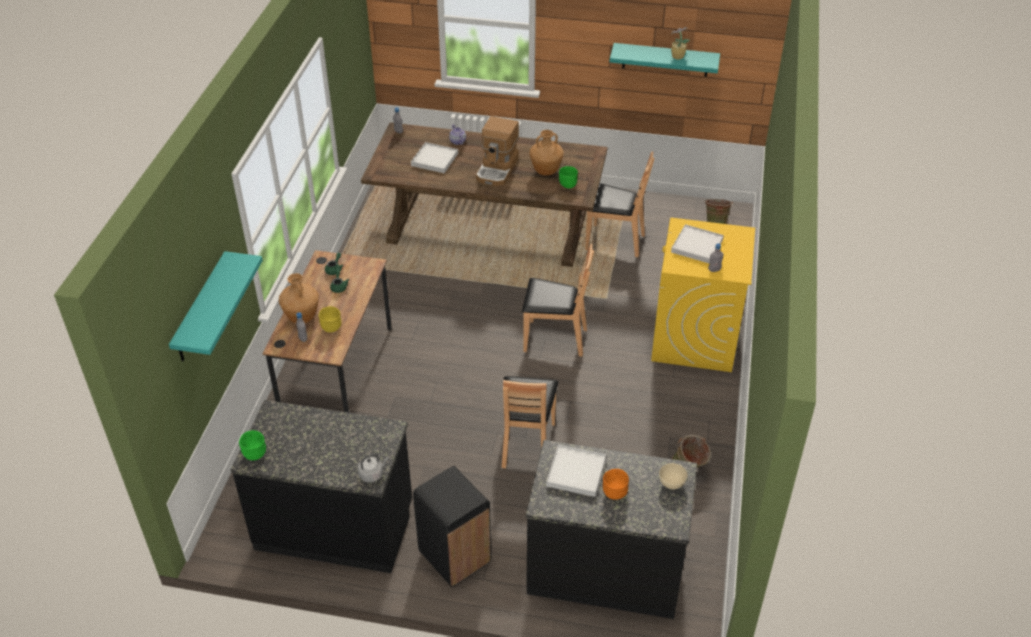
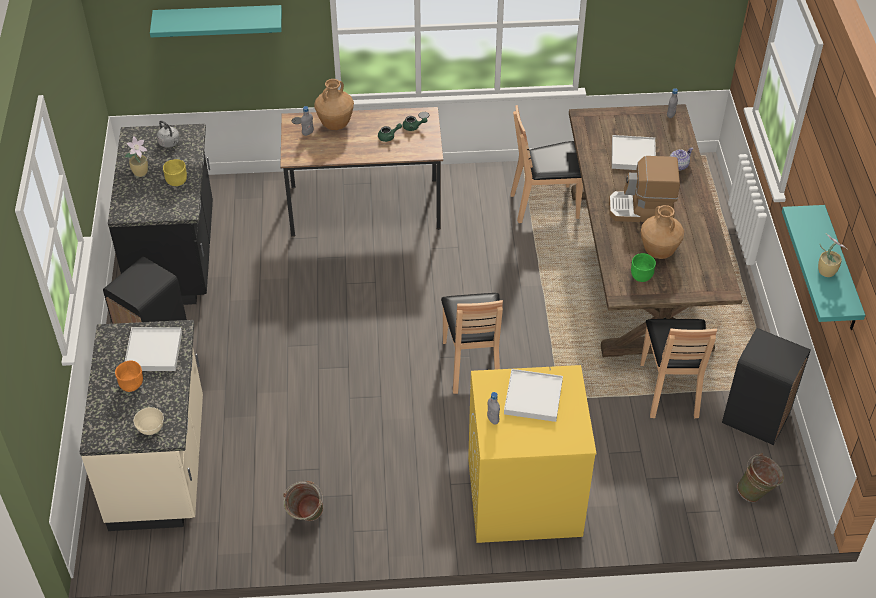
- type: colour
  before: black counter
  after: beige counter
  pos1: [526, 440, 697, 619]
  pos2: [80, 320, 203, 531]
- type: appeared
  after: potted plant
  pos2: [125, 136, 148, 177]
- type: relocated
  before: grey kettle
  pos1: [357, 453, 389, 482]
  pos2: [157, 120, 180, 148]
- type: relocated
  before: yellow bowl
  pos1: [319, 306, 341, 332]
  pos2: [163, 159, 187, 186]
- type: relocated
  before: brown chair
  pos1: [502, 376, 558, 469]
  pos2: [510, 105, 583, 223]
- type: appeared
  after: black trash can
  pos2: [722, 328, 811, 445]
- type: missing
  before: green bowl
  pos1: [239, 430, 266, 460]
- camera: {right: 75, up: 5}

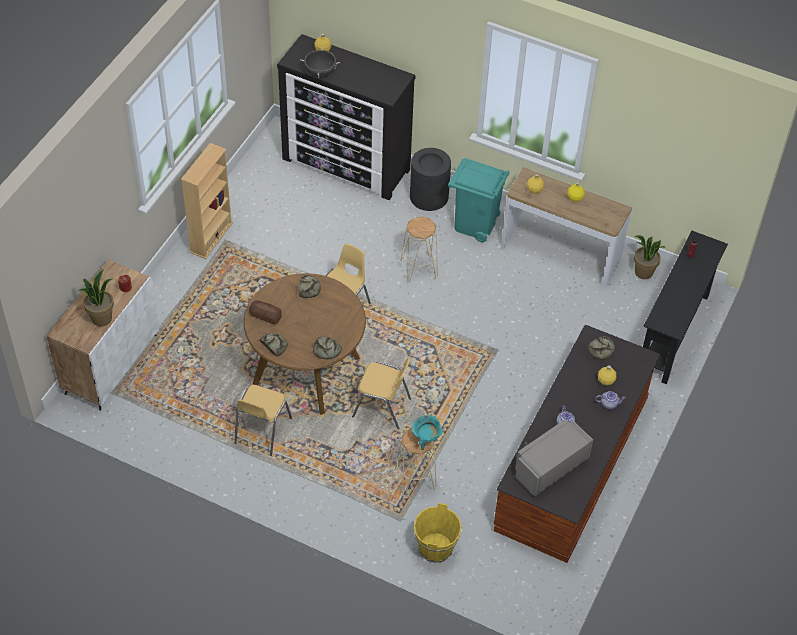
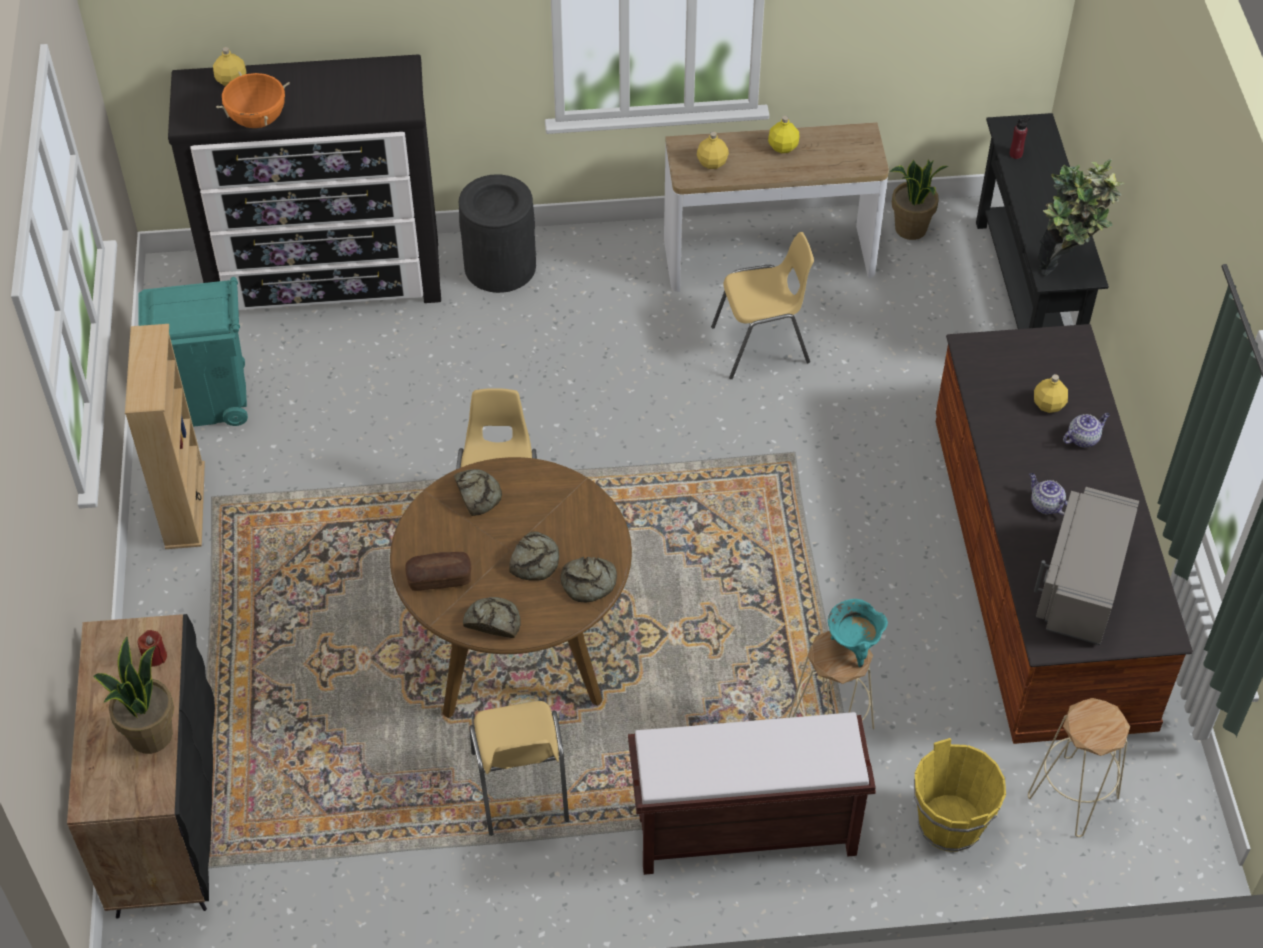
- type: colour
  before: white cabinet
  after: black cabinet
  pos1: [47, 260, 159, 411]
  pos2: [67, 614, 215, 919]
- type: relocated
  before: turquoise trash can
  pos1: [448, 158, 510, 242]
  pos2: [138, 277, 248, 427]
- type: colour
  before: black cooking pot
  after: orange cooking pot
  pos1: [300, 47, 340, 78]
  pos2: [216, 71, 290, 128]
- type: relocated
  before: bread
  pos1: [587, 336, 615, 360]
  pos2: [509, 532, 559, 581]
- type: appeared
  after: brown bench
  pos2: [628, 712, 876, 875]
- type: relocated
  before: yellow chair
  pos1: [352, 359, 411, 429]
  pos2: [711, 232, 814, 379]
- type: relocated
  before: beige stool
  pos1: [401, 217, 438, 283]
  pos2: [1028, 698, 1130, 837]
- type: appeared
  after: potted plant
  pos2: [1038, 159, 1124, 276]
- camera: {right: -30, up: 0}

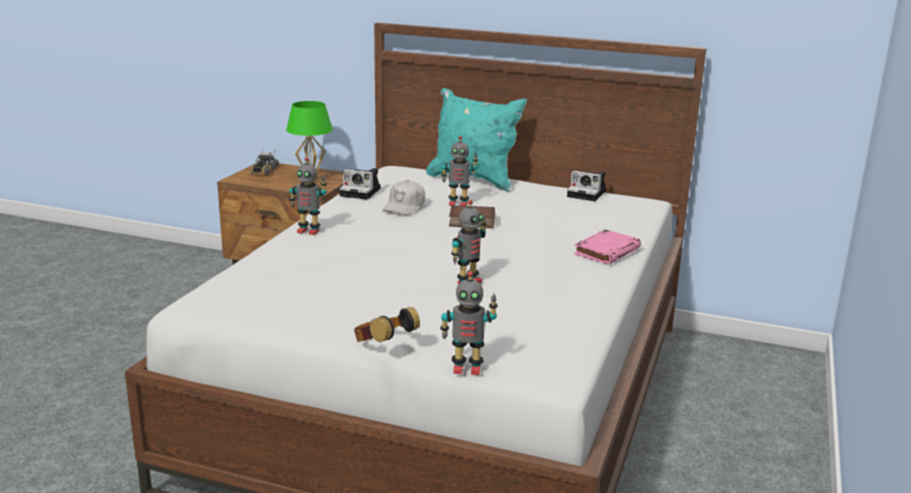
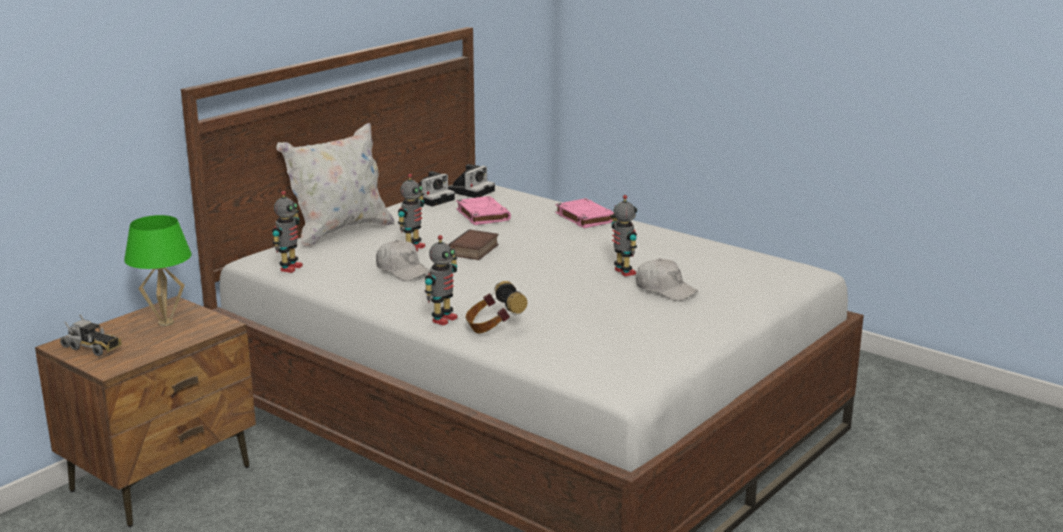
- type: relocated
  before: toy robot
  pos1: [440, 271, 498, 375]
  pos2: [272, 191, 303, 273]
- type: colour
  before: turquoise pillow
  after: white pillow
  pos1: [426, 88, 527, 192]
  pos2: [277, 123, 395, 247]
- type: relocated
  before: photo camera
  pos1: [339, 168, 381, 200]
  pos2: [448, 164, 495, 198]
- type: appeared
  after: pink book
  pos2: [456, 196, 511, 225]
- type: relocated
  before: headphones
  pos1: [354, 307, 420, 342]
  pos2: [466, 281, 527, 333]
- type: appeared
  after: white cap
  pos2: [636, 258, 698, 301]
- camera: {right: -70, up: 0}

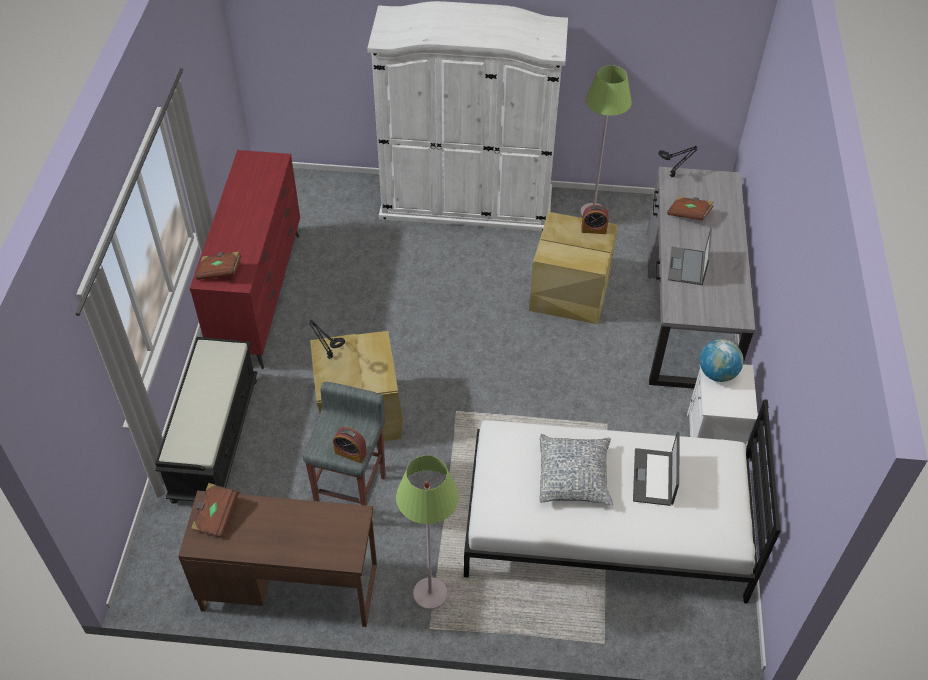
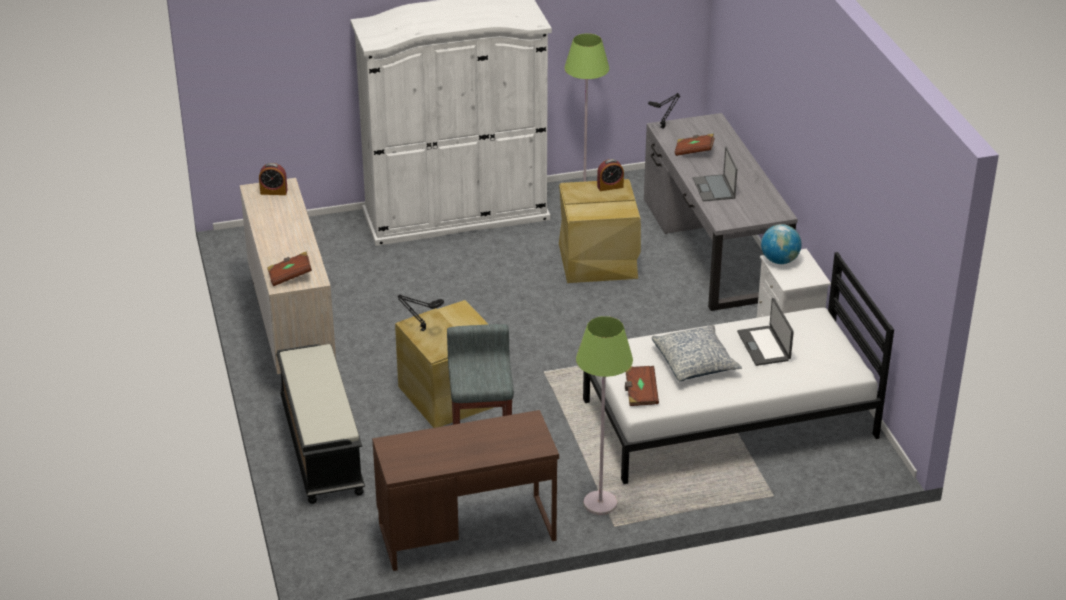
- type: colour
  before: red dresser
  after: beige dresser
  pos1: [190, 150, 300, 369]
  pos2: [240, 178, 336, 392]
- type: relocated
  before: alarm clock
  pos1: [333, 427, 367, 463]
  pos2: [259, 163, 288, 195]
- type: relocated
  before: brown book
  pos1: [191, 483, 239, 538]
  pos2: [625, 366, 659, 406]
- camera: {right: -20, up: -15}

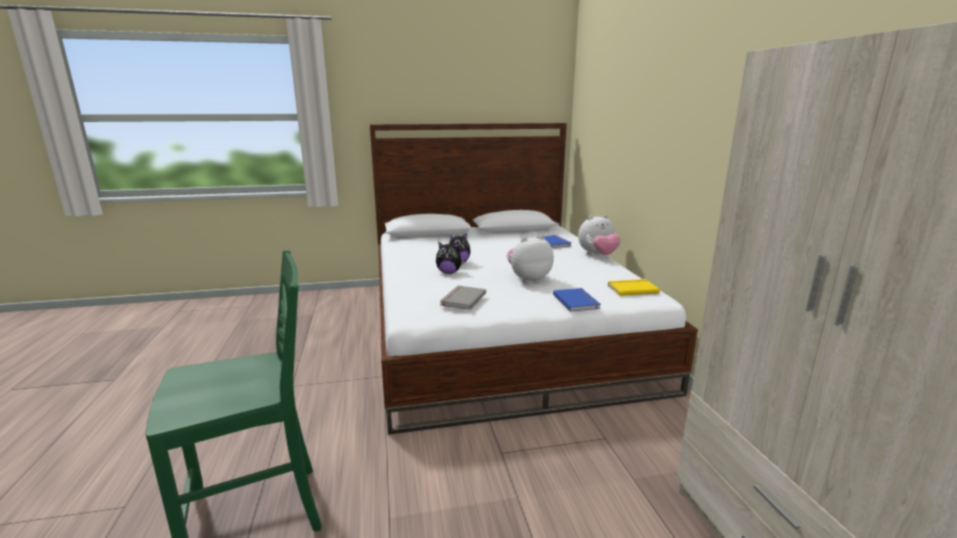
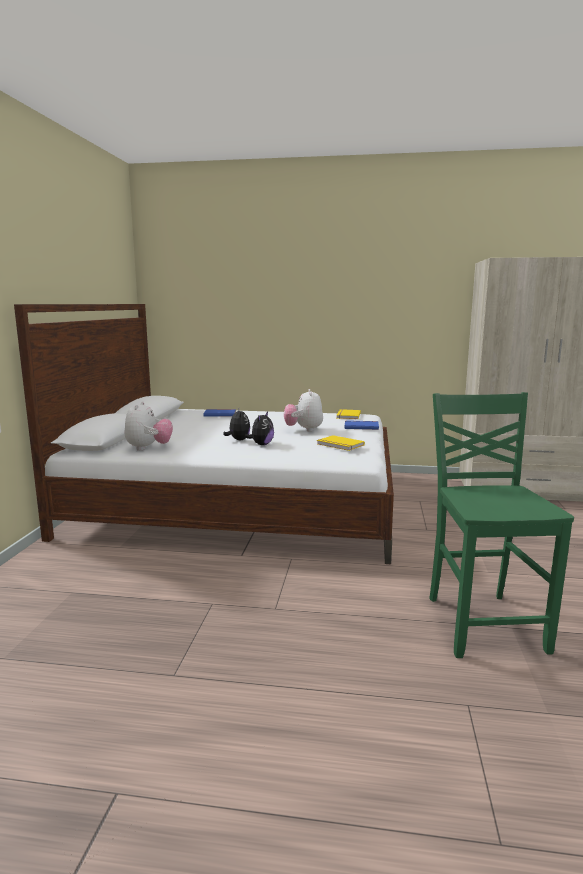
- type: relocated
  before: plush toy
  pos1: [578, 215, 620, 255]
  pos2: [125, 401, 173, 451]
- type: colour
  before: grey book
  after: yellow book
  pos1: [440, 286, 486, 310]
  pos2: [317, 435, 365, 451]
- camera: {right: -70, up: -5}

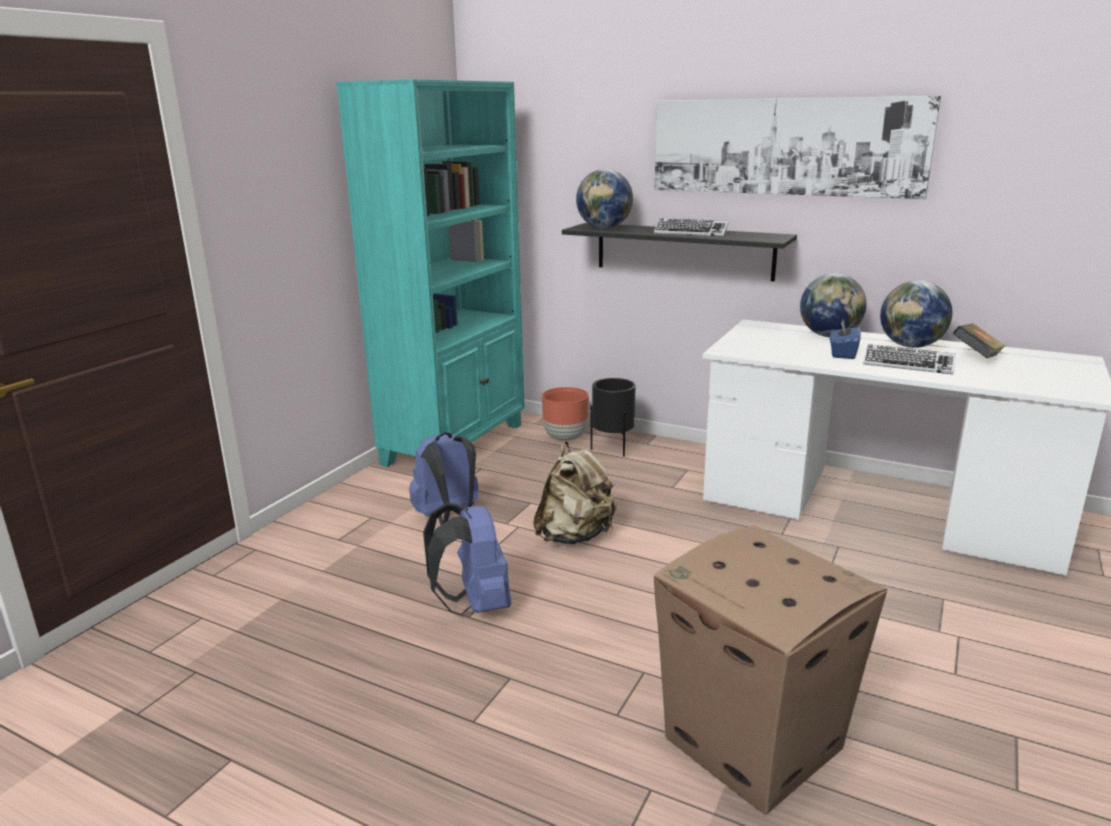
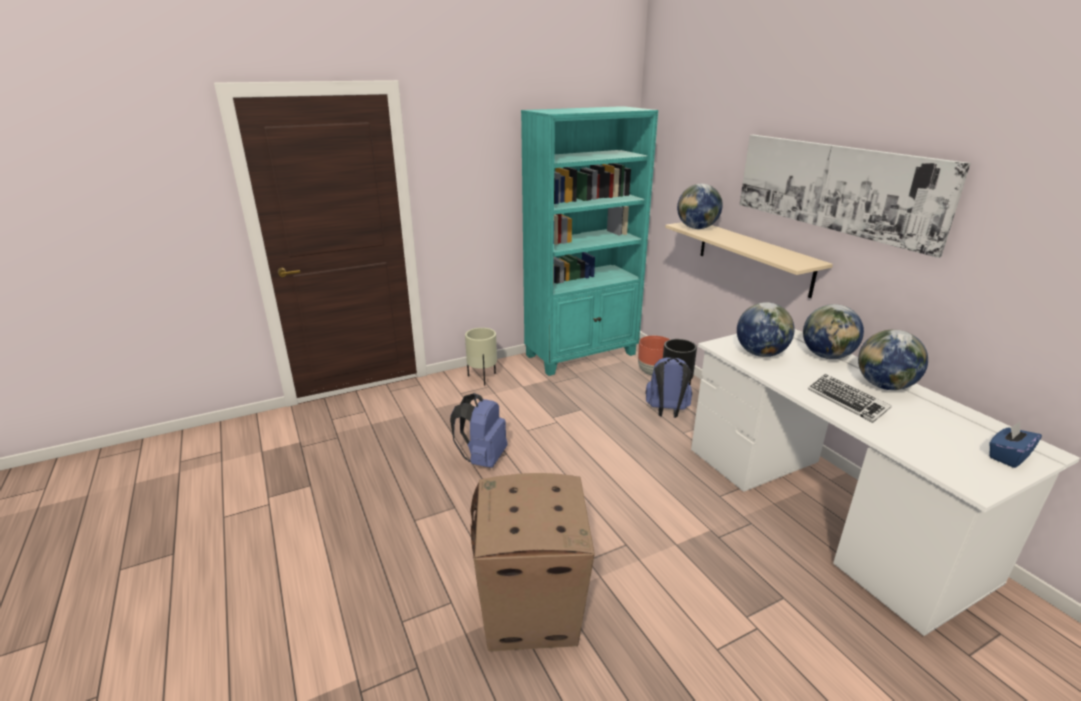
- type: appeared
  after: beige planter
  pos2: [465, 328, 497, 385]
- type: relocated
  before: blue backpack
  pos1: [409, 432, 479, 525]
  pos2: [646, 357, 692, 418]
- type: colour
  before: black shelf
  after: beige shelf
  pos1: [562, 223, 797, 282]
  pos2: [665, 222, 833, 298]
- type: appeared
  after: globe
  pos2: [737, 302, 795, 357]
- type: relocated
  before: blue tissue box
  pos1: [830, 320, 861, 359]
  pos2: [989, 422, 1042, 468]
- type: missing
  before: beige backpack
  pos1: [533, 441, 617, 544]
- type: missing
  before: keyboard
  pos1: [654, 218, 729, 236]
- type: missing
  before: book
  pos1: [952, 323, 1006, 358]
- camera: {right: 35, up: 5}

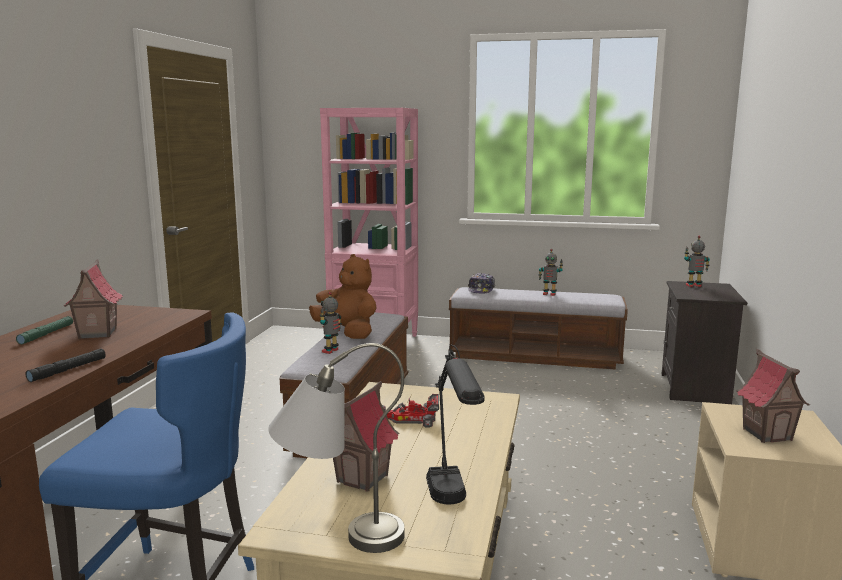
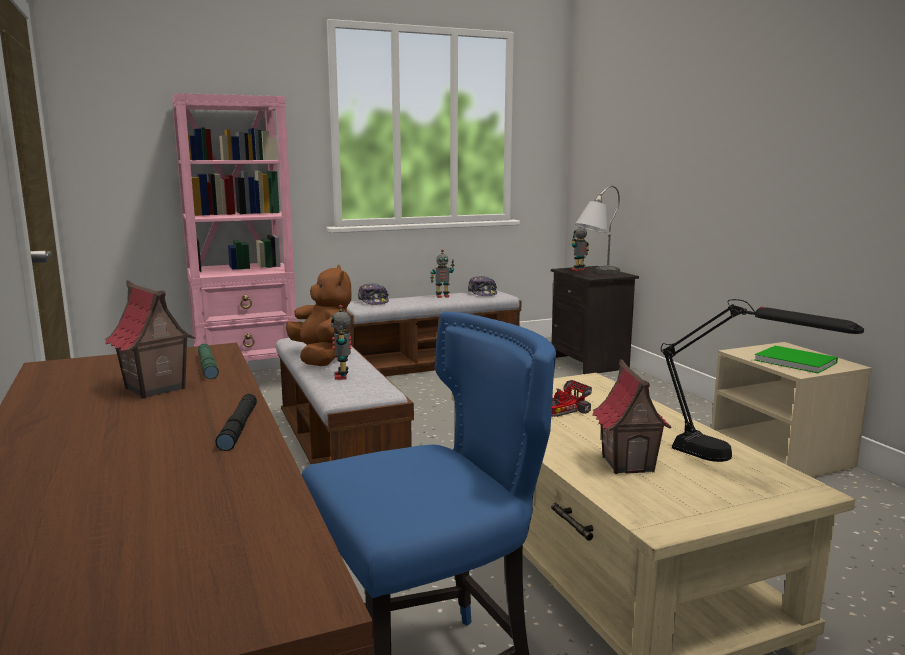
- type: relocated
  before: green flashlight
  pos1: [16, 316, 73, 344]
  pos2: [198, 344, 219, 379]
- type: spun
  before: brown plush toy
  pos1: [309, 254, 377, 339]
  pos2: [286, 265, 352, 366]
  turn: 60
- type: appeared
  after: cap
  pos2: [468, 276, 497, 296]
- type: relocated
  before: grey table lamp
  pos1: [268, 343, 405, 553]
  pos2: [575, 186, 620, 274]
- type: exchanged
  before: toy house
  after: green book
  pos1: [736, 349, 810, 443]
  pos2: [755, 346, 838, 373]
- camera: {right: -35, up: 0}

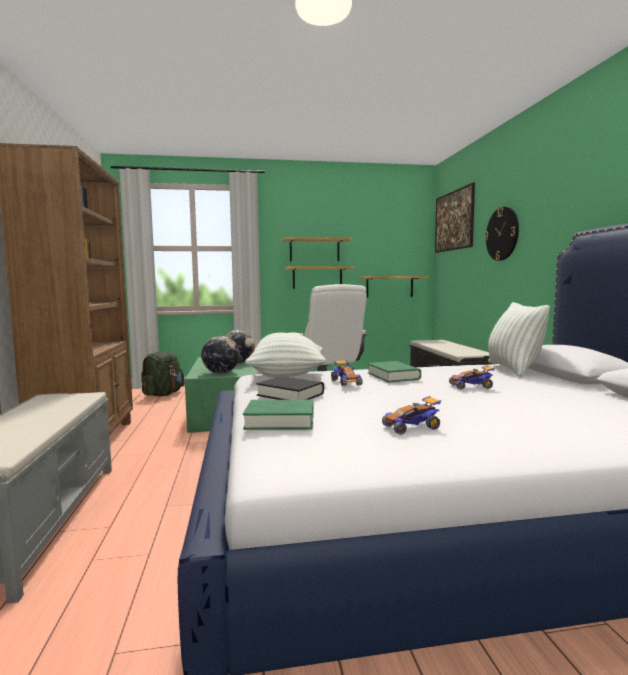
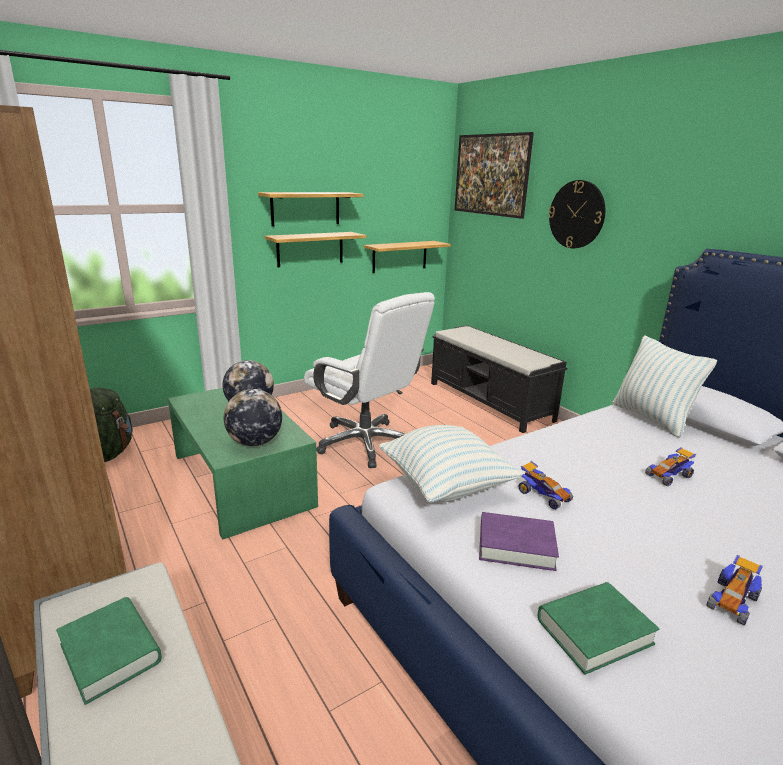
- type: relocated
  before: green book
  pos1: [368, 361, 421, 383]
  pos2: [56, 597, 162, 705]
- type: colour
  before: black book
  after: purple book
  pos1: [256, 376, 324, 400]
  pos2: [479, 512, 559, 571]
- camera: {right: -25, up: 15}

